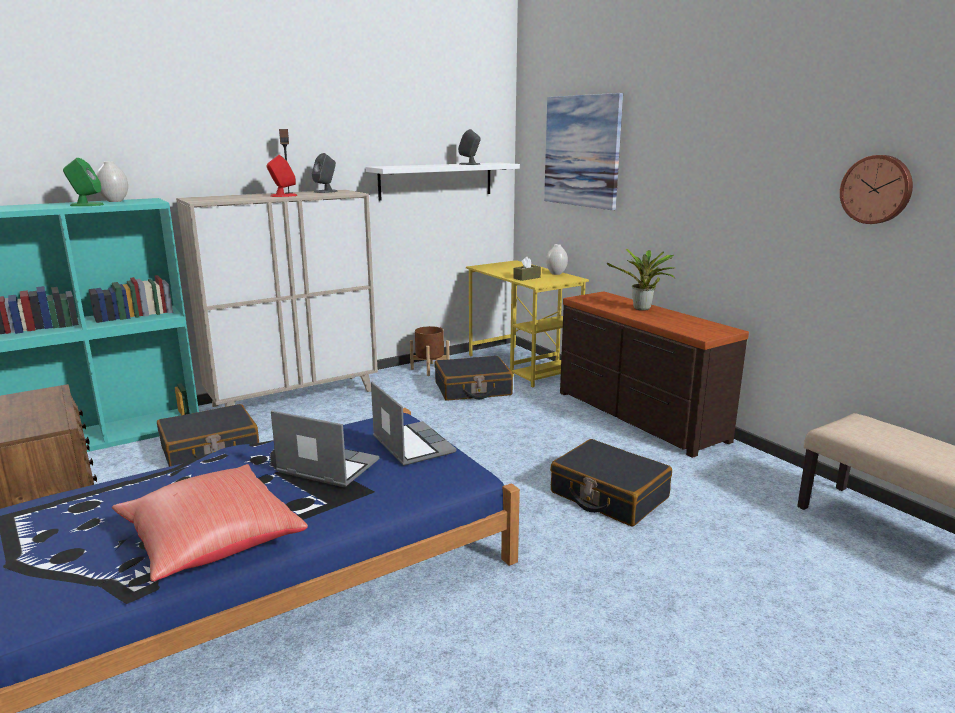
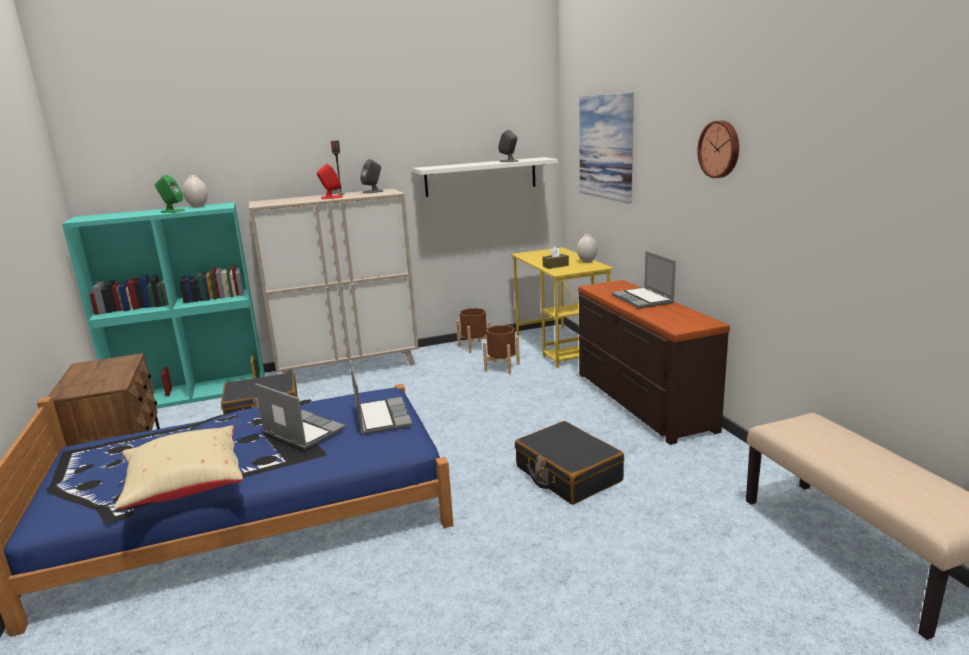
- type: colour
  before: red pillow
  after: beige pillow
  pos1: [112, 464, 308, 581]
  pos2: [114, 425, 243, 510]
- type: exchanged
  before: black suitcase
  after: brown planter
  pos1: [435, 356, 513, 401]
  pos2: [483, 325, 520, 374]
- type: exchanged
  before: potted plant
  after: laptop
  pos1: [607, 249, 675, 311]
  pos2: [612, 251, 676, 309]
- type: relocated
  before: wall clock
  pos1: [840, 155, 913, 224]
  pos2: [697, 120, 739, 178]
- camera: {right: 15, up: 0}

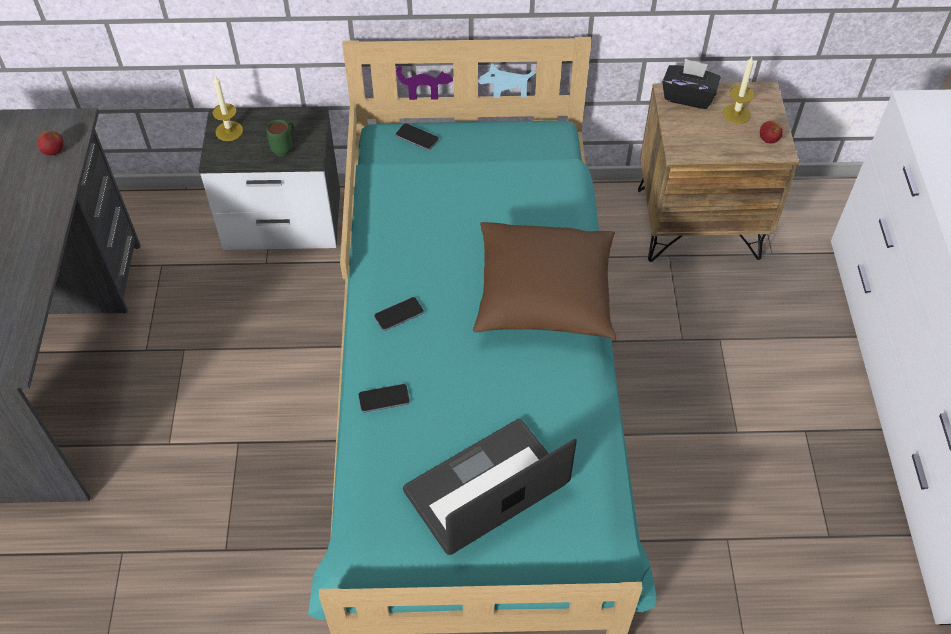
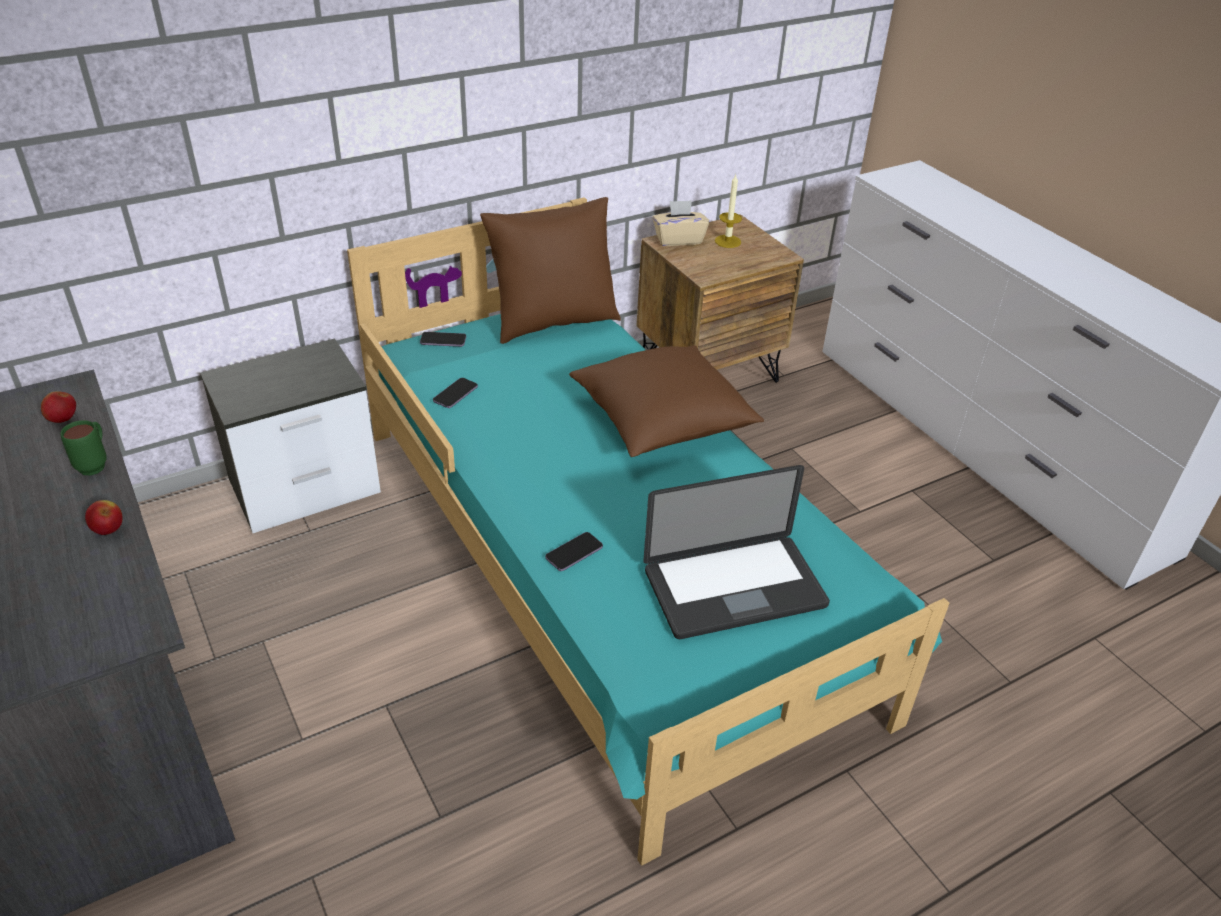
- type: relocated
  before: green mug
  pos1: [266, 120, 294, 156]
  pos2: [61, 420, 107, 476]
- type: relocated
  before: apple
  pos1: [760, 121, 783, 143]
  pos2: [85, 500, 123, 535]
- type: relocated
  before: phone
  pos1: [374, 297, 424, 331]
  pos2: [433, 378, 478, 408]
- type: appeared
  after: brown pillow
  pos2: [480, 197, 621, 344]
- type: spun
  before: laptop
  pos1: [403, 419, 577, 555]
  pos2: [643, 465, 830, 639]
  turn: -135
- type: colour
  before: black tissue box
  after: beige tissue box
  pos1: [662, 59, 720, 109]
  pos2: [652, 200, 709, 246]
- type: missing
  before: candle
  pos1: [212, 76, 243, 141]
- camera: {right: -30, up: -15}

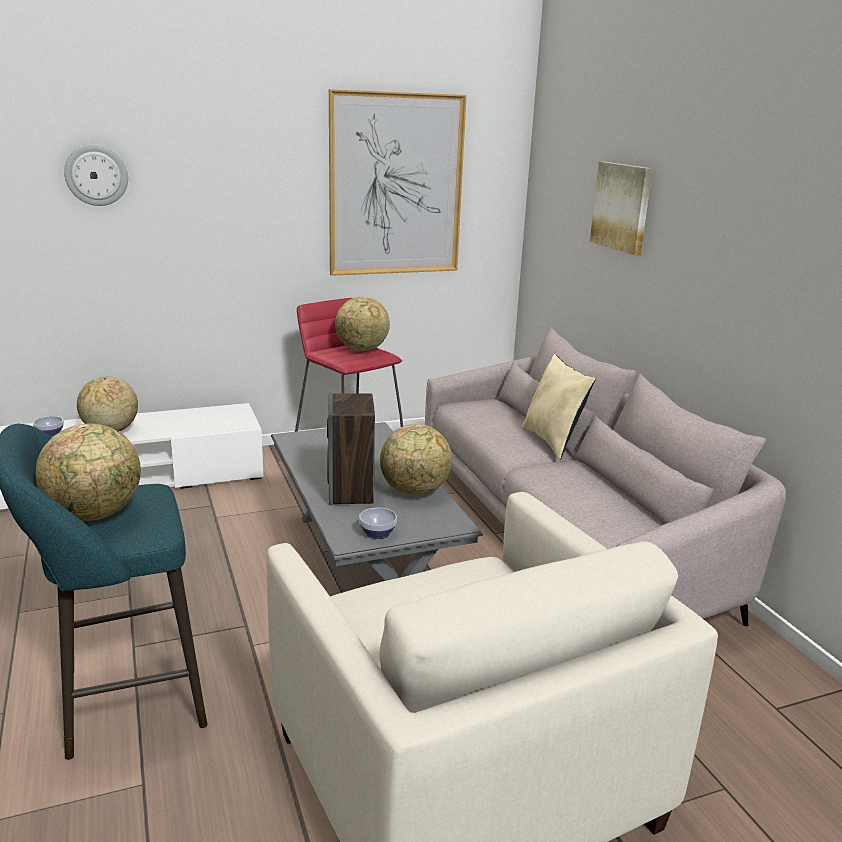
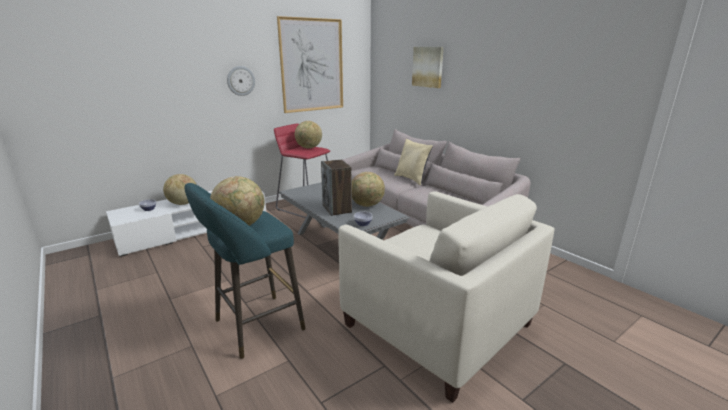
- type: relocated
  before: wall clock
  pos1: [64, 144, 128, 206]
  pos2: [227, 66, 255, 96]
- camera: {right: -15, up: 0}

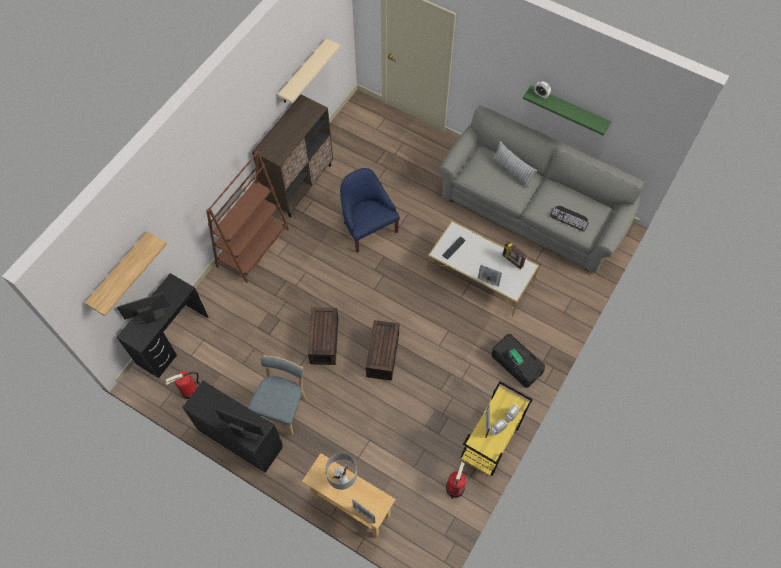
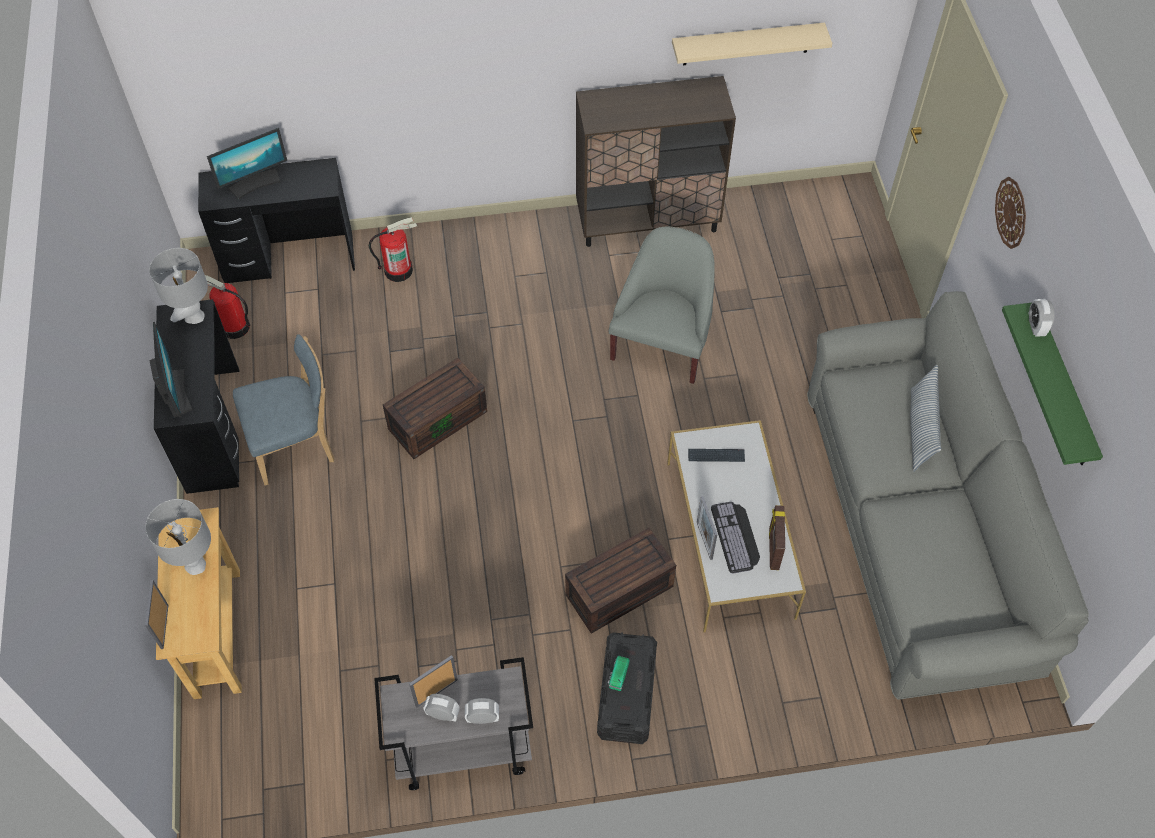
- type: appeared
  after: grey table lamp
  pos2: [149, 248, 208, 324]
- type: spun
  before: monitor
  pos1: [116, 292, 170, 325]
  pos2: [207, 128, 287, 199]
  turn: 120
- type: relocated
  before: fire extinguisher
  pos1: [446, 462, 466, 499]
  pos2: [369, 217, 417, 282]
- type: colour
  before: yellow cart
  after: grey cart
  pos1: [460, 381, 533, 476]
  pos2: [374, 657, 533, 790]
- type: relocated
  before: brown storage box
  pos1: [366, 320, 399, 381]
  pos2: [565, 528, 676, 634]
- type: colour
  before: blue armchair
  after: grey armchair
  pos1: [340, 168, 400, 253]
  pos2: [609, 227, 715, 384]
- type: relocated
  before: keyboard
  pos1: [549, 206, 589, 231]
  pos2: [711, 502, 760, 574]
- type: appeared
  after: wall clock
  pos2: [995, 177, 1026, 249]
- type: missing
  before: shelf
  pos1: [85, 231, 167, 316]
- type: missing
  before: brown bookcase
  pos1: [206, 151, 289, 283]
- camera: {right: 50, up: -5}

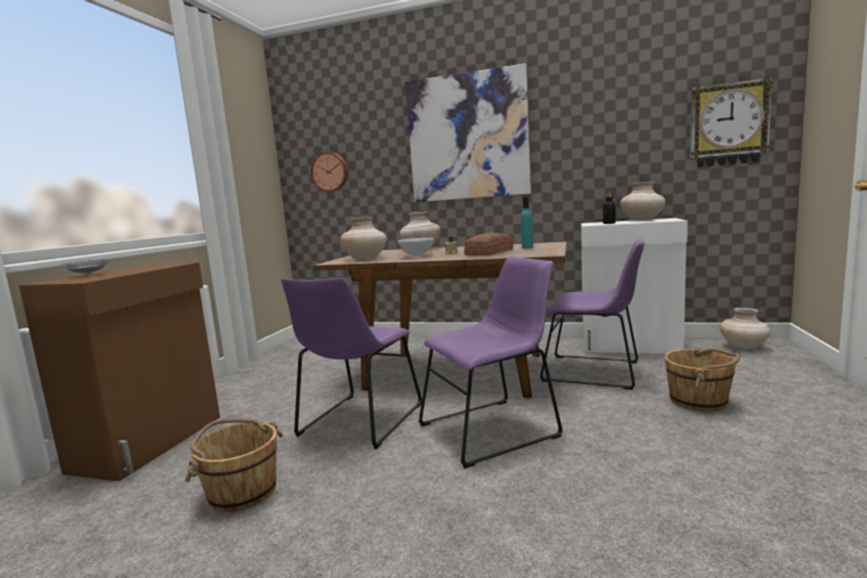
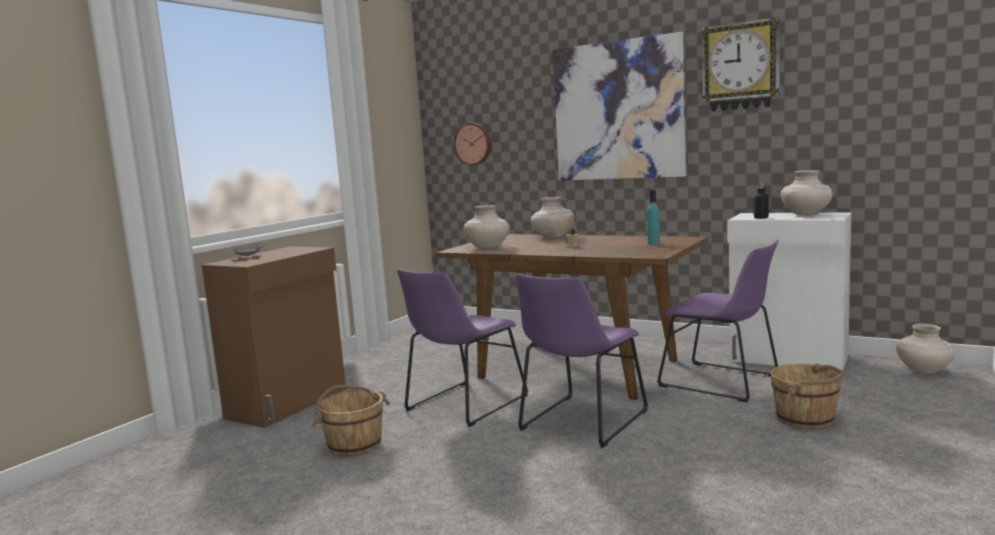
- type: spun
  before: purple chair
  pos1: [418, 256, 563, 469]
  pos2: [516, 274, 648, 448]
  turn: 135
- type: relocated
  before: wall clock
  pos1: [690, 77, 774, 167]
  pos2: [701, 17, 780, 111]
- type: missing
  before: white bowl
  pos1: [398, 238, 434, 257]
- type: missing
  before: bread
  pos1: [464, 232, 513, 256]
- camera: {right: 15, up: 0}

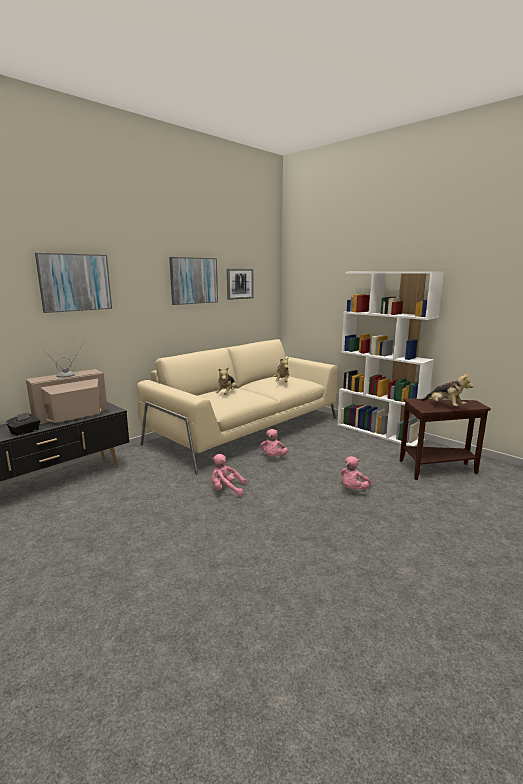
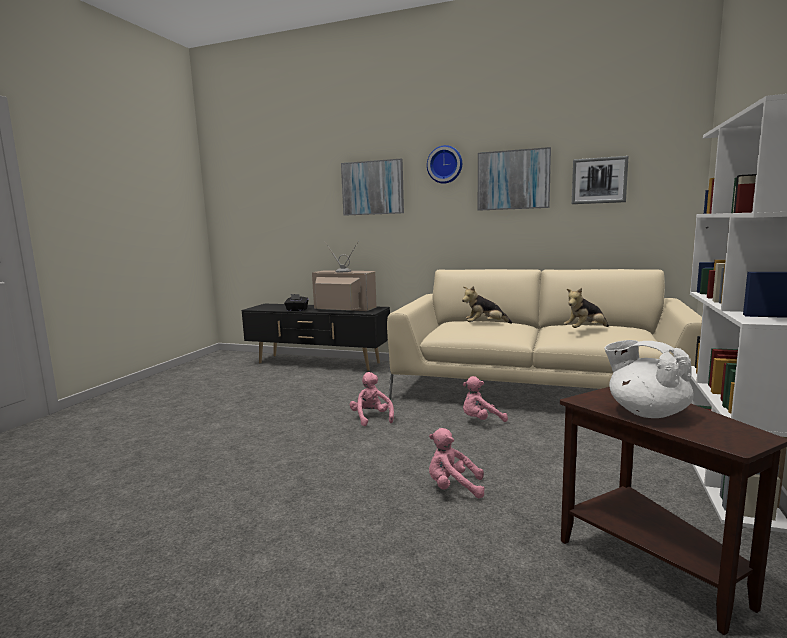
- type: appeared
  after: wall clock
  pos2: [427, 145, 462, 184]
- type: exchanged
  before: plush toy
  after: white teapot
  pos1: [420, 373, 473, 406]
  pos2: [604, 340, 694, 418]
- camera: {right: 65, up: -5}

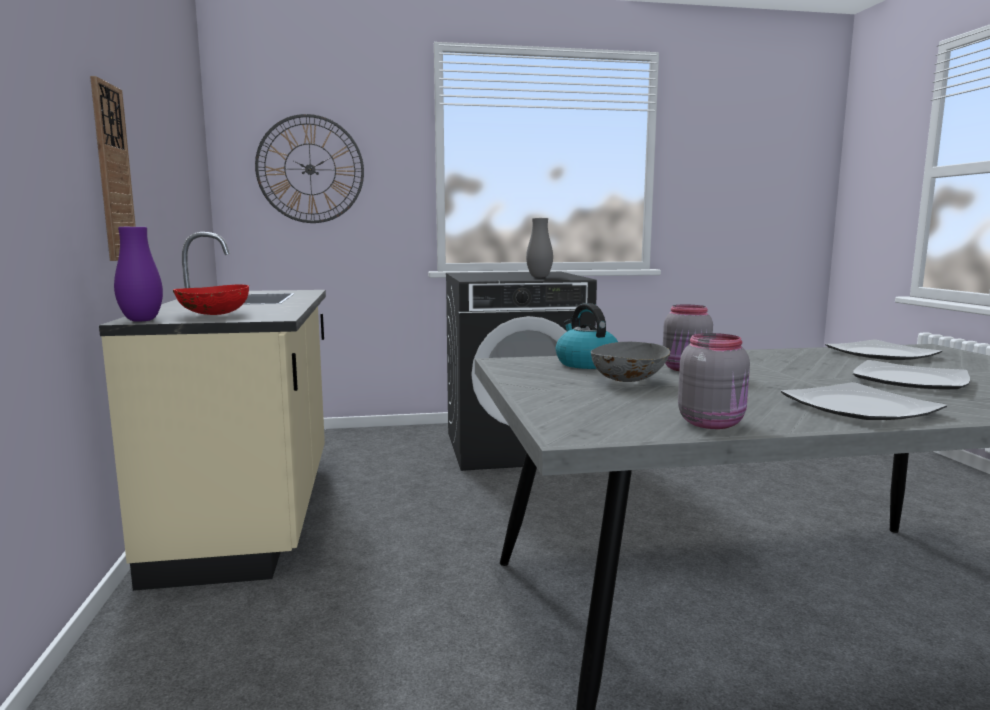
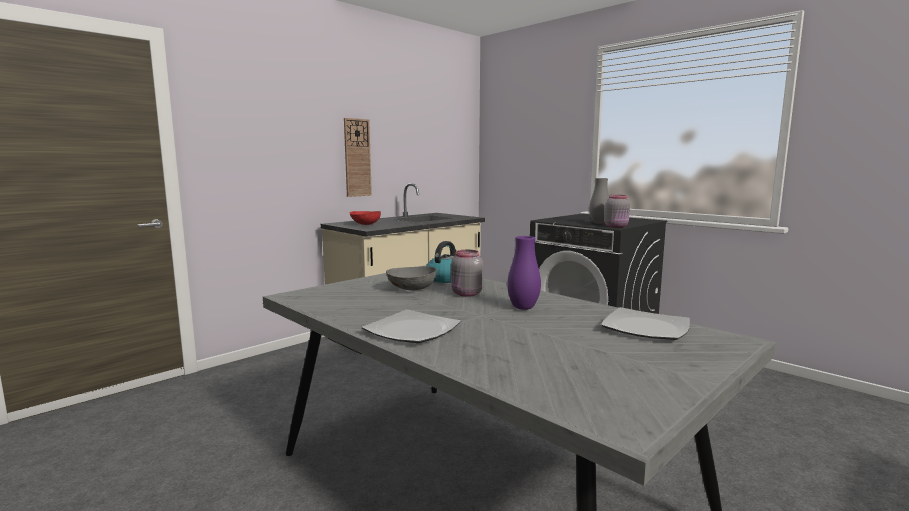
- type: relocated
  before: purple vase
  pos1: [114, 227, 163, 322]
  pos2: [507, 236, 541, 310]
- type: relocated
  before: grey jar
  pos1: [678, 333, 750, 429]
  pos2: [604, 195, 630, 228]
- type: missing
  before: wall clock
  pos1: [255, 114, 364, 223]
- type: missing
  before: plate
  pos1: [853, 360, 970, 390]
- camera: {right: 55, up: 0}

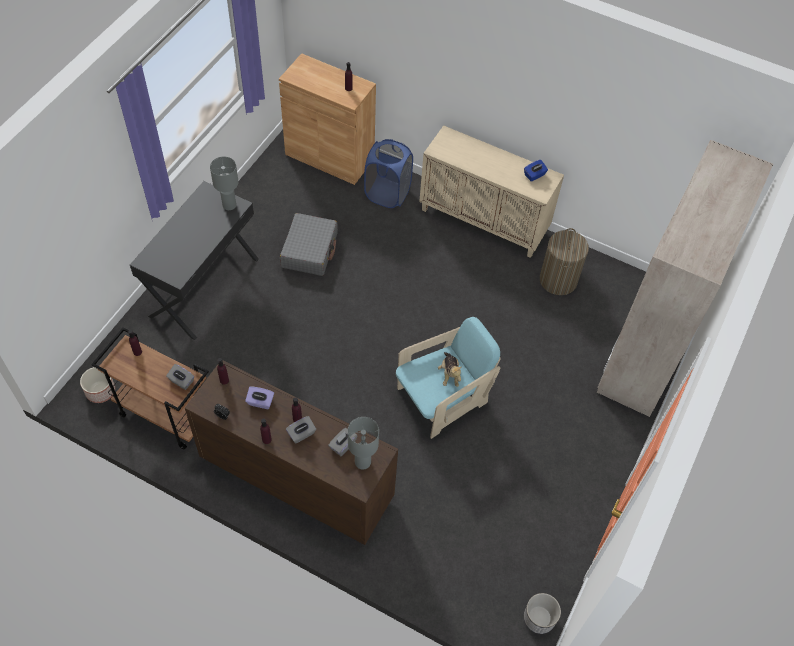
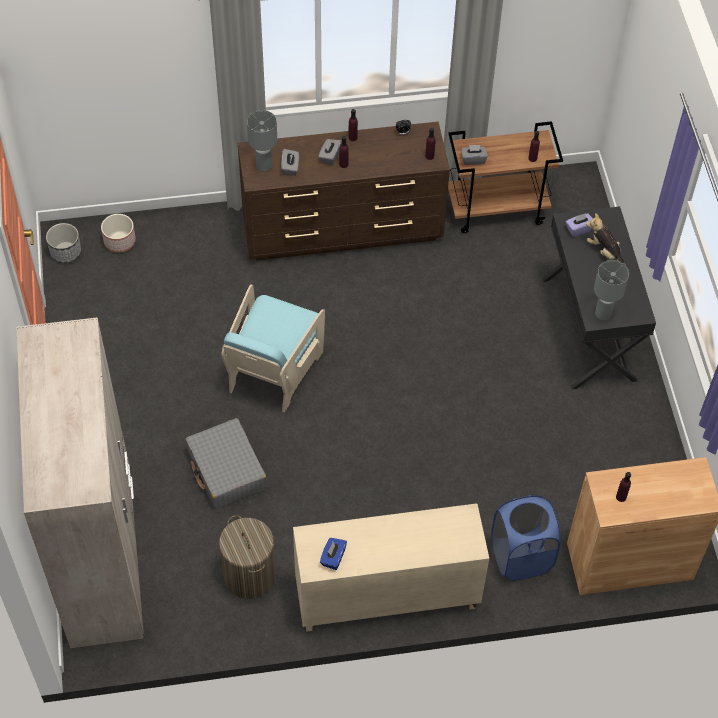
- type: relocated
  before: planter
  pos1: [80, 367, 115, 403]
  pos2: [101, 214, 136, 253]
- type: relocated
  before: grey suitcase
  pos1: [280, 213, 338, 276]
  pos2: [185, 418, 267, 509]
- type: relocated
  before: purple tissue box
  pos1: [245, 387, 274, 409]
  pos2: [566, 213, 593, 237]
- type: relocated
  before: plush toy
  pos1: [438, 352, 462, 387]
  pos2: [586, 213, 628, 268]
- camera: {right: 145, up: 0}

